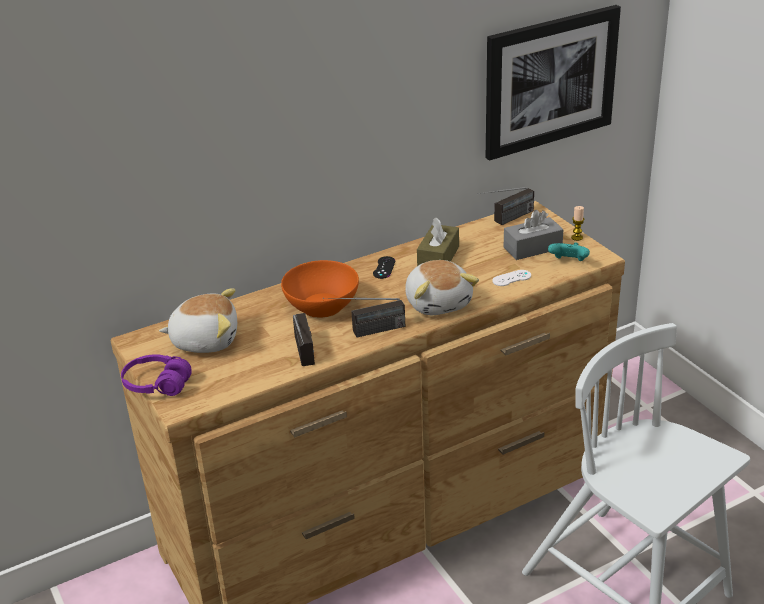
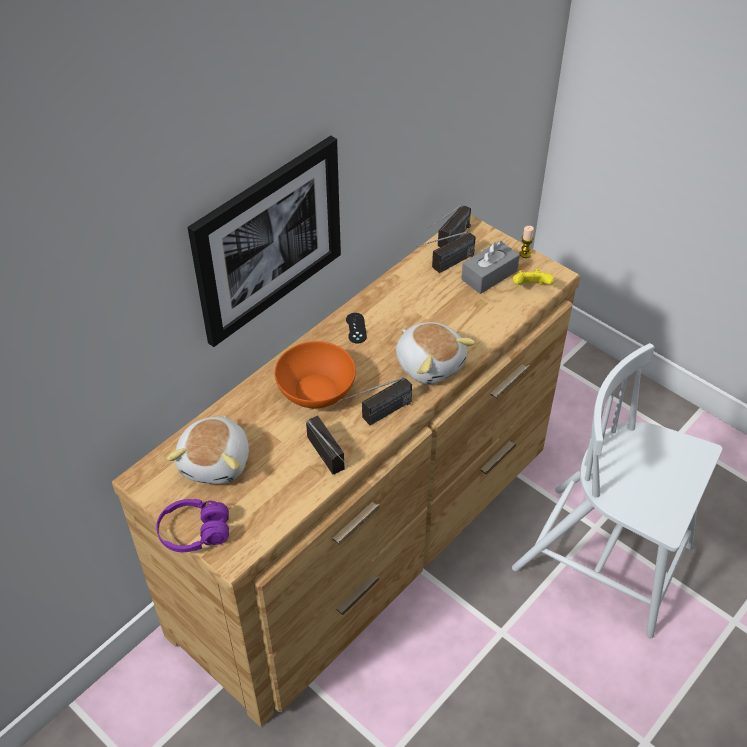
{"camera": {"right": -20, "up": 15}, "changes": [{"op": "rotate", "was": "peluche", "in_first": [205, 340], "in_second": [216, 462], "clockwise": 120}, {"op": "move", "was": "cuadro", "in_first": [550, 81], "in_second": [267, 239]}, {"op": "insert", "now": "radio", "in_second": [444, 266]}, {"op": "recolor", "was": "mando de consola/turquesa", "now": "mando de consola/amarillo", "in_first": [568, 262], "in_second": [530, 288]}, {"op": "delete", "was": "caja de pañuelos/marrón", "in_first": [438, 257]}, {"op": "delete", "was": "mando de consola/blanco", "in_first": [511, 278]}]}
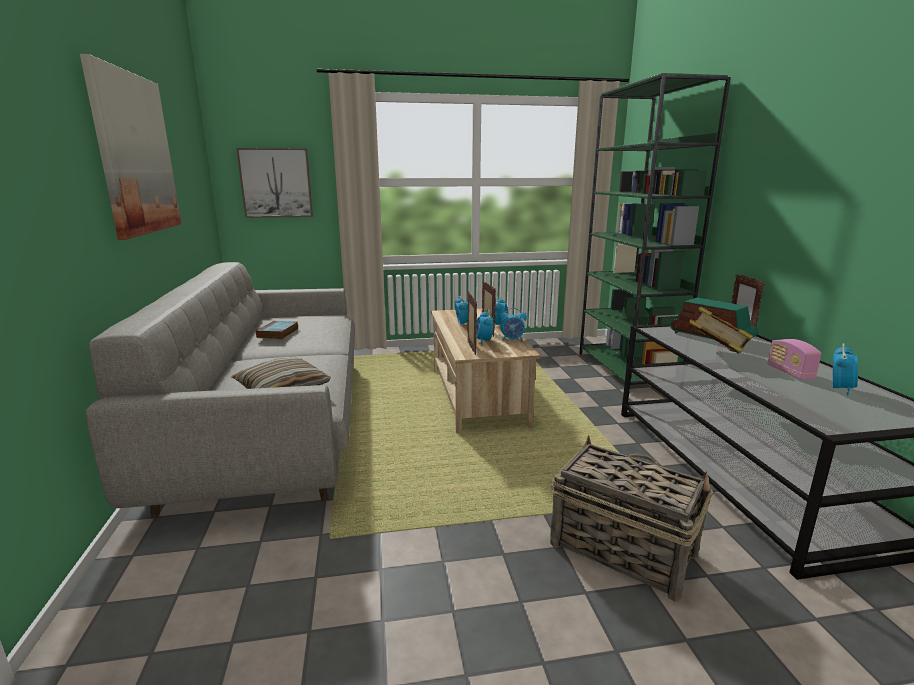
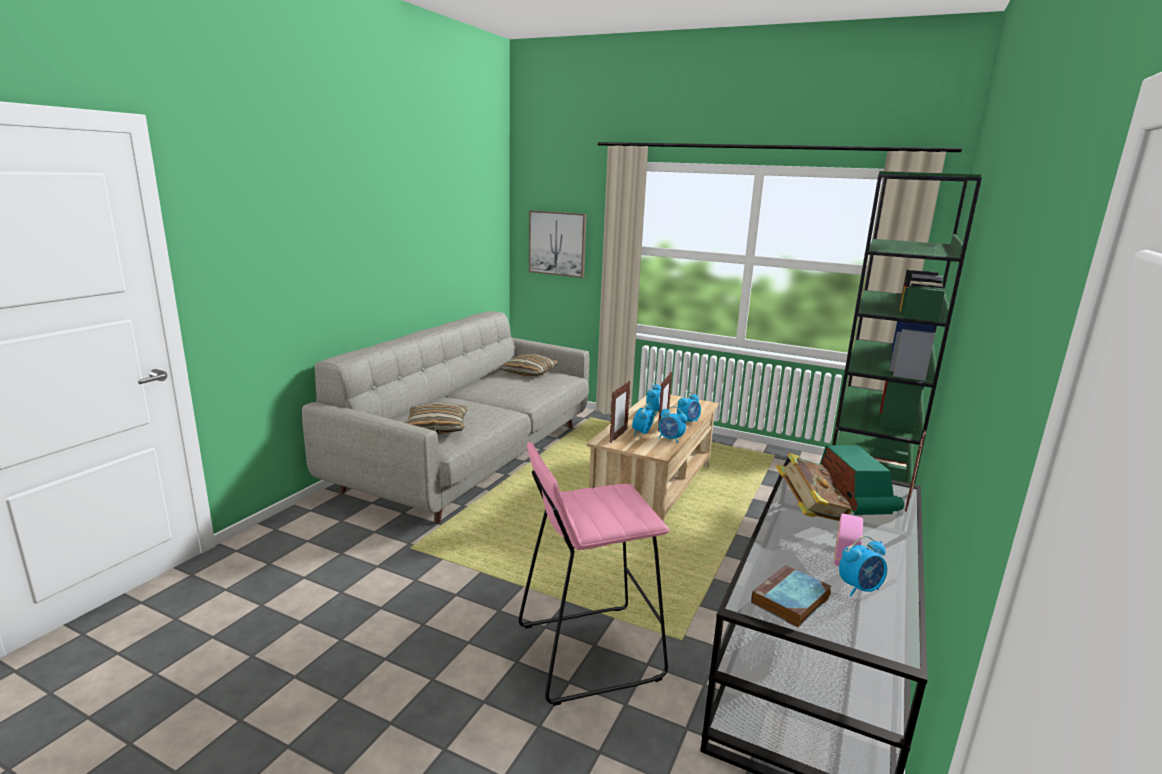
{"camera": {"right": 35, "up": 0}, "changes": [{"op": "insert", "now": "cojín", "in_second": [529, 372]}, {"op": "replace", "was": "cesta", "now": "taburete/rosa", "in_first": [621, 548], "in_second": [587, 651]}, {"op": "move", "was": "libro", "in_first": [278, 333], "in_second": [790, 601]}, {"op": "delete", "was": "cuadro", "in_first": [134, 154]}]}
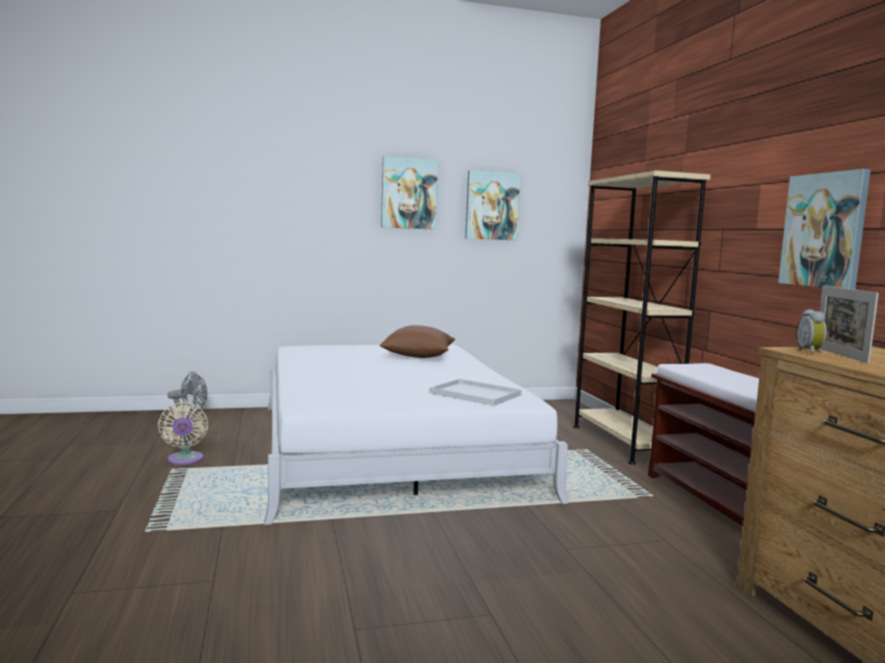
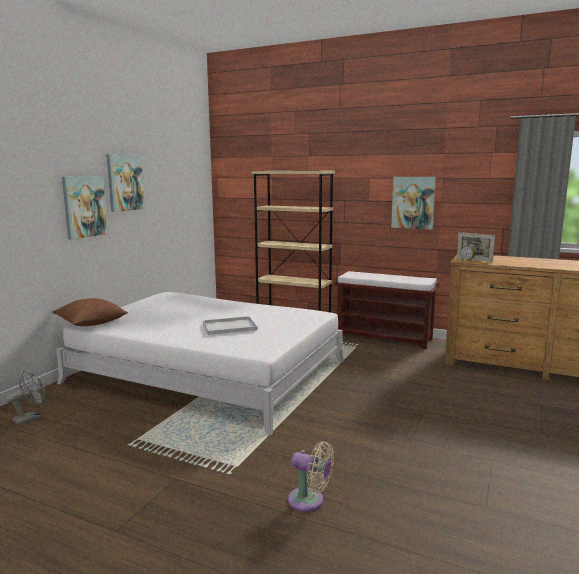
{"camera": {"right": -50, "up": 5}, "changes": [{"op": "move", "was": "cojín/marrón", "in_first": [417, 356], "in_second": [91, 324]}, {"op": "move", "was": "cuadro", "in_first": [492, 206], "in_second": [84, 206]}, {"op": "move", "was": "bandeja/blanco", "in_first": [477, 394], "in_second": [230, 326]}, {"op": "move", "was": "ventilador/beis", "in_first": [185, 460], "in_second": [309, 501]}]}
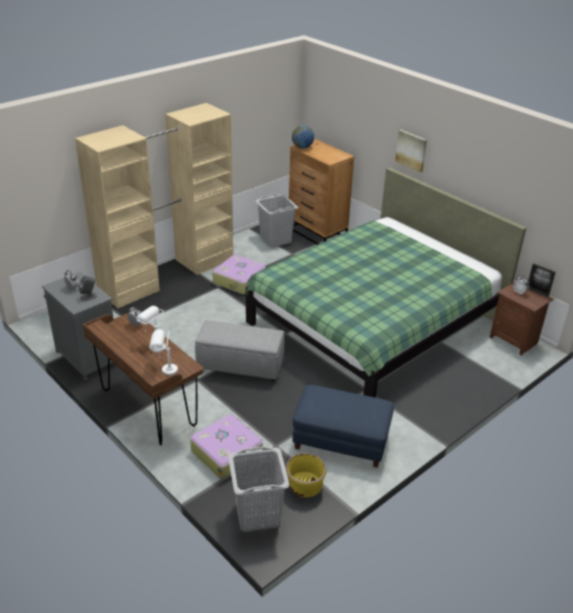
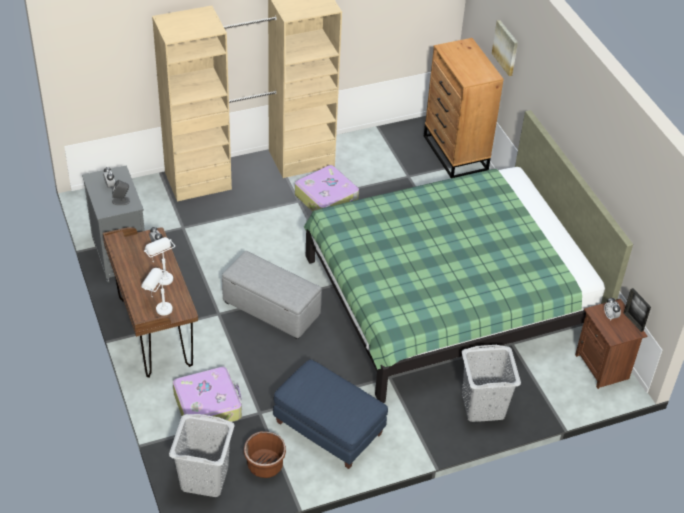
{"camera": {"right": 20, "up": 10}, "changes": [{"op": "recolor", "was": "maceta/amarillo", "now": "maceta/marrón", "in_first": [305, 486], "in_second": [265, 465]}, {"op": "move", "was": "cesto de la ropa/gris", "in_first": [276, 239], "in_second": [483, 406]}, {"op": "move", "was": "cuadro", "in_first": [411, 150], "in_second": [506, 47]}, {"op": "delete", "was": "globo terráqueo", "in_first": [302, 147]}]}
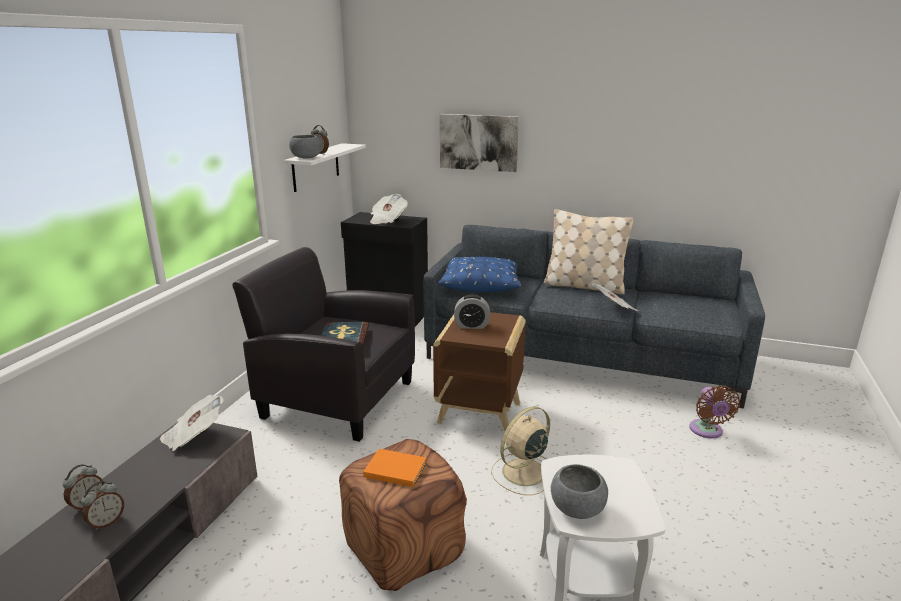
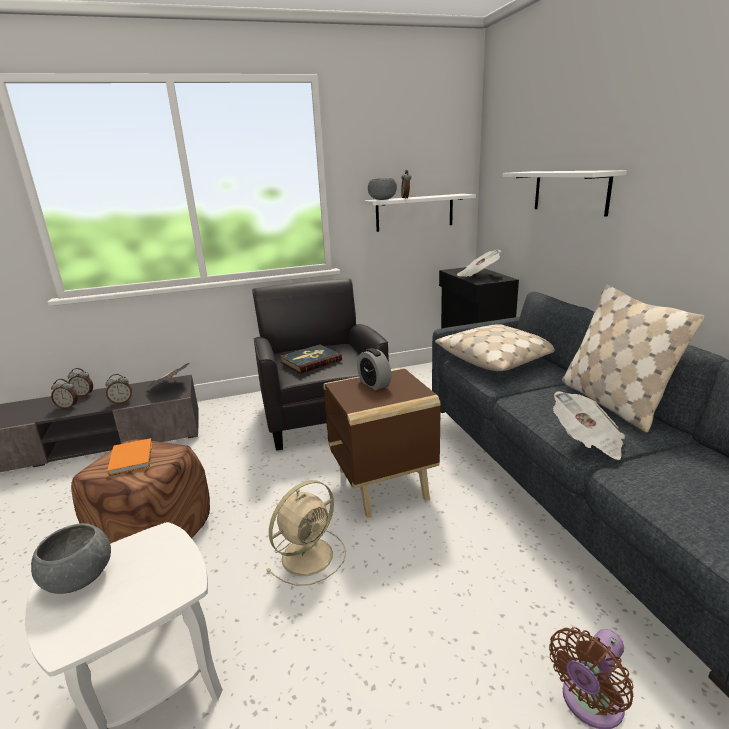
{"camera": {"right": 55, "up": 0}, "changes": [{"op": "insert", "now": "despertador", "in_second": [122, 402]}, {"op": "rotate", "was": "ventilador/beis", "in_first": [522, 473], "in_second": [309, 555], "clockwise": 120}, {"op": "recolor", "was": "cojín/azul", "now": "cojín/beis", "in_first": [480, 283], "in_second": [498, 358]}, {"op": "replace", "was": "cuadro", "now": "estante/blanco", "in_first": [478, 142], "in_second": [570, 191]}]}
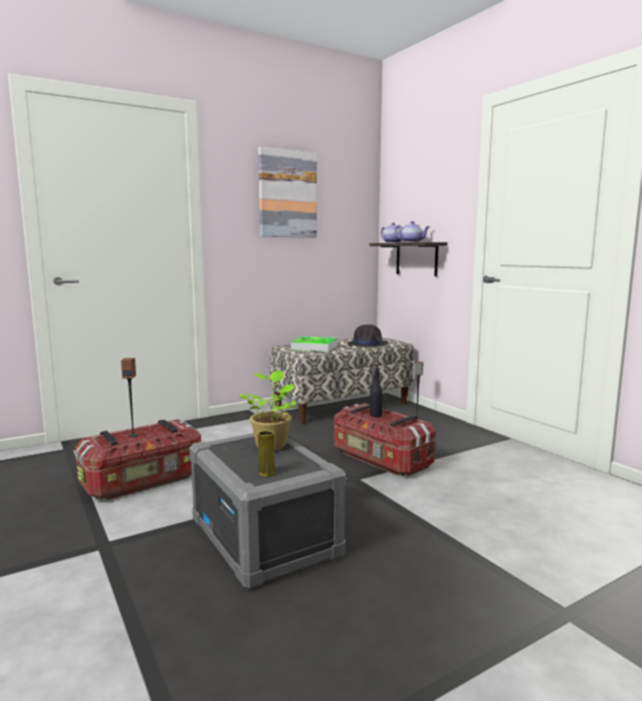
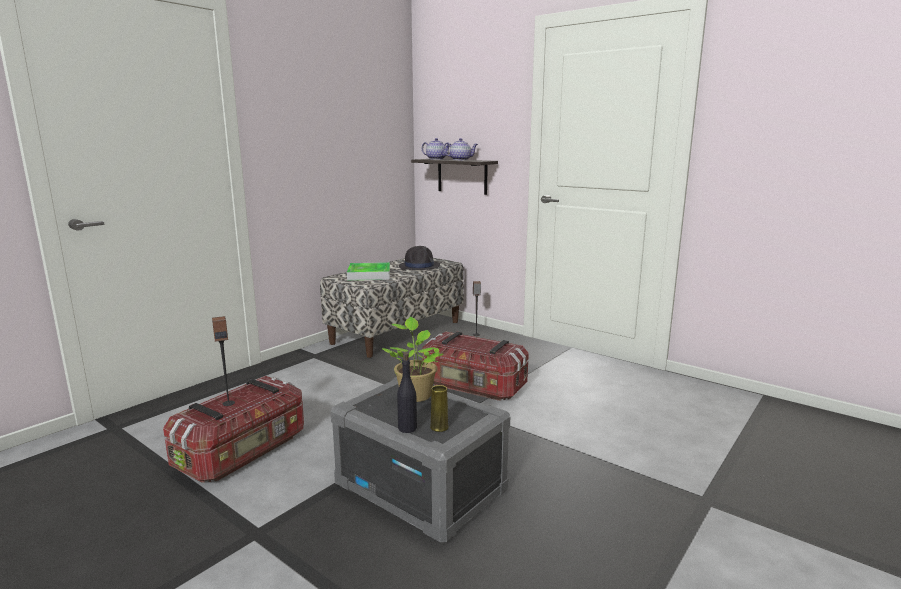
{"camera": {"right": -20, "up": 5}, "changes": [{"op": "move", "was": "botella/negro", "in_first": [376, 415], "in_second": [407, 428]}, {"op": "delete", "was": "cuadro", "in_first": [287, 194]}]}
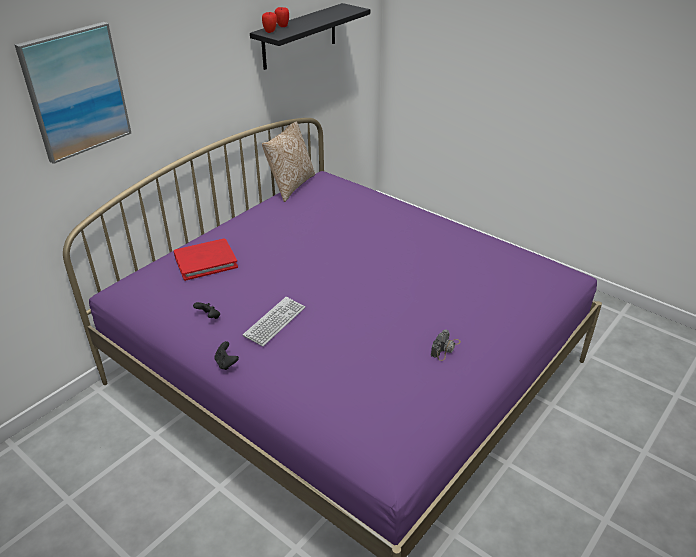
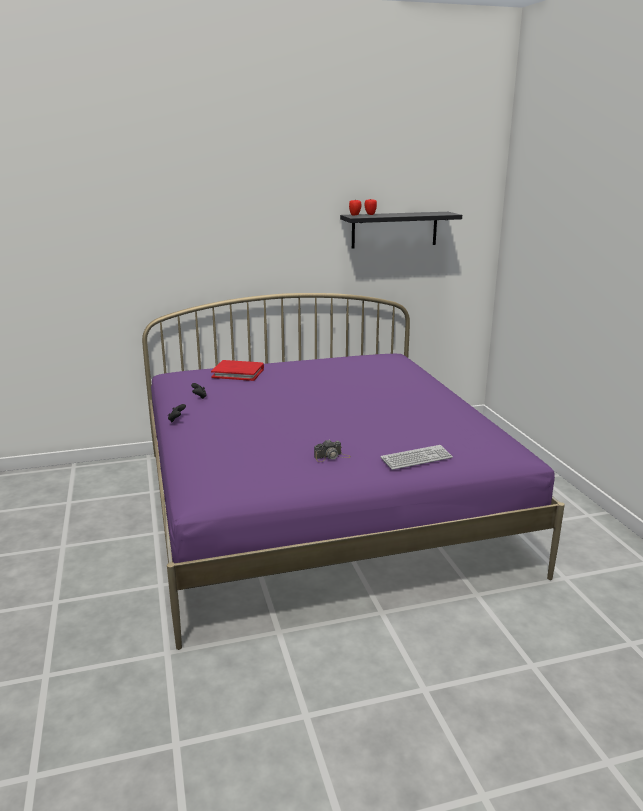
{"camera": {"right": 35, "up": -15}, "changes": [{"op": "move", "was": "teclado", "in_first": [275, 322], "in_second": [416, 458]}, {"op": "delete", "was": "cuadro", "in_first": [76, 92]}, {"op": "delete", "was": "cojín", "in_first": [290, 186]}]}
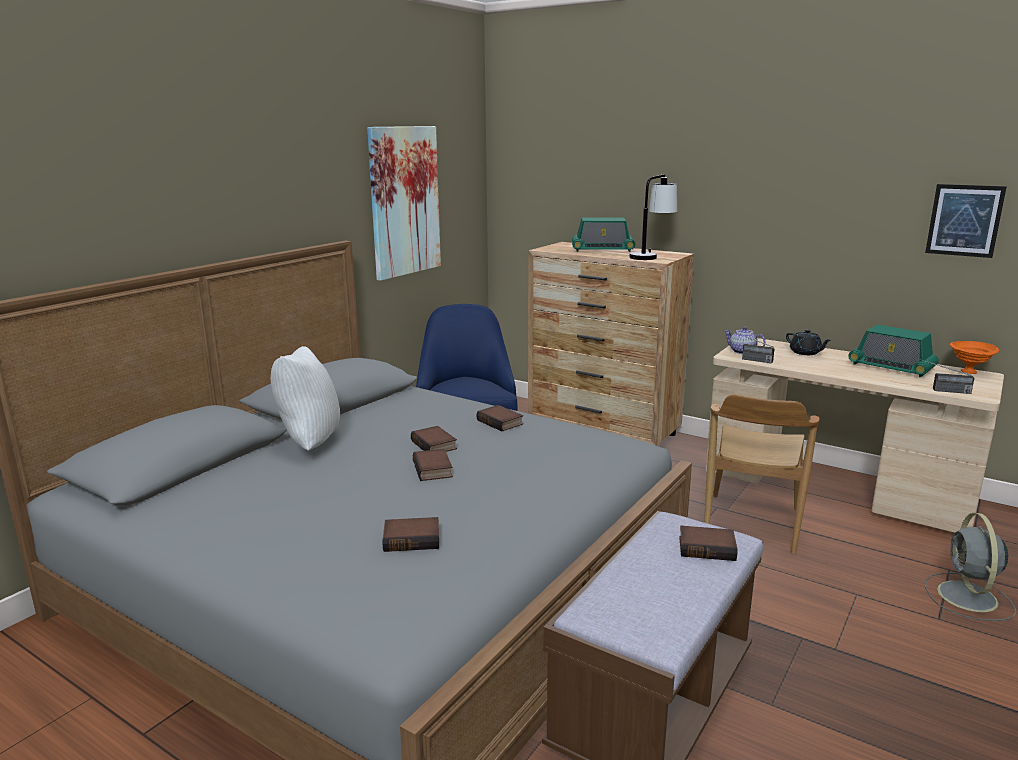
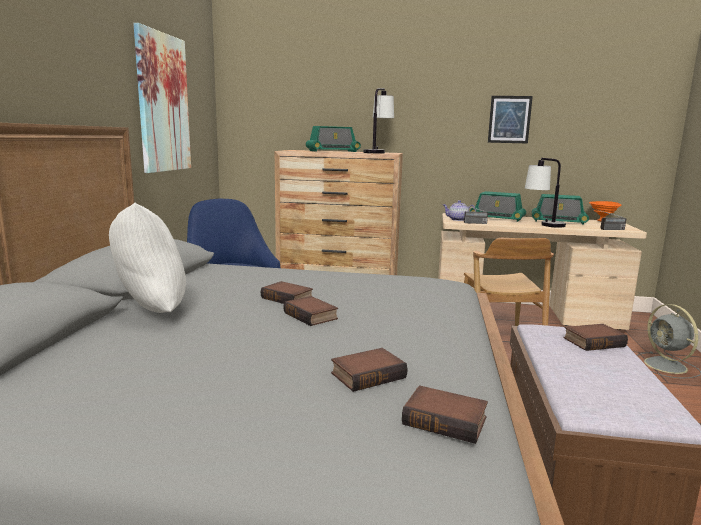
{"camera": {"right": -25, "up": -5}, "changes": [{"op": "move", "was": "libro", "in_first": [501, 422], "in_second": [446, 420]}, {"op": "replace", "was": "tetera/negro", "now": "radio", "in_first": [805, 353], "in_second": [497, 218]}, {"op": "move", "was": "cuadro", "in_first": [964, 220], "in_second": [509, 119]}, {"op": "insert", "now": "lámpara de mesa", "in_second": [543, 225]}]}
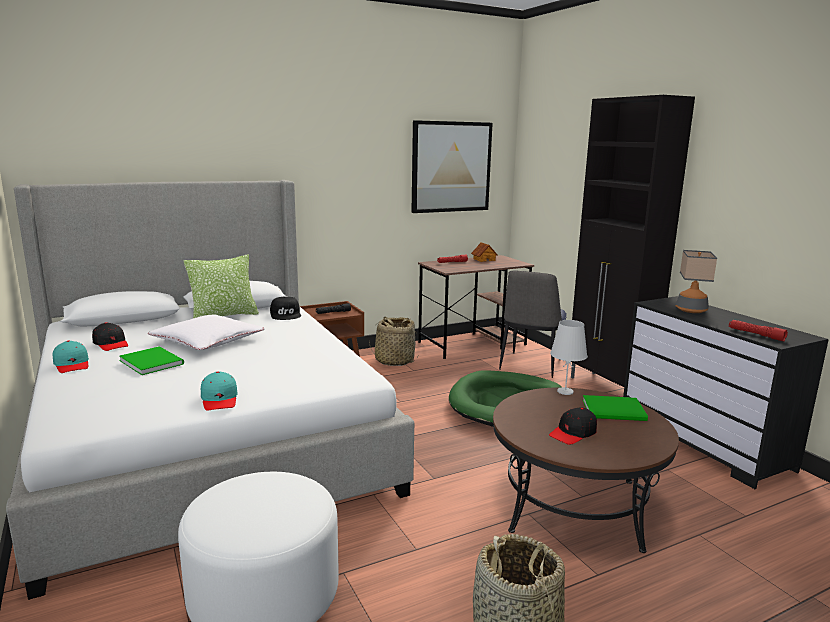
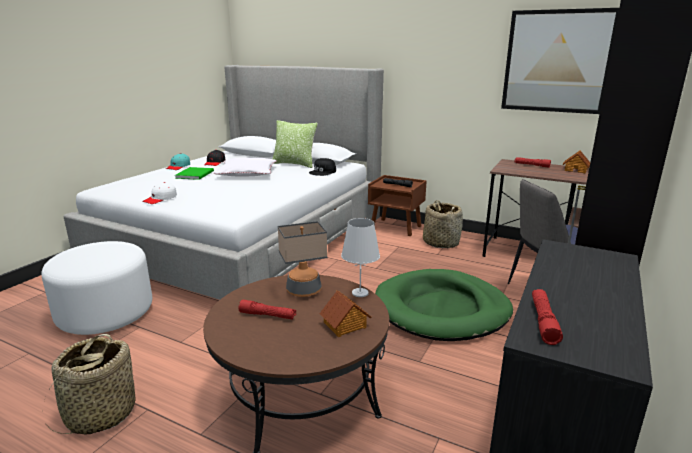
{"camera": {"right": 55, "up": 5}, "changes": [{"op": "recolor", "was": "gorra/turquesa", "now": "gorra/blanco", "in_first": [219, 399], "in_second": [160, 199]}, {"op": "replace", "was": "gorra/negro", "now": "linterna/rojo", "in_first": [573, 433], "in_second": [267, 315]}, {"op": "move", "was": "lámpara de mesa", "in_first": [691, 310], "in_second": [304, 291]}, {"op": "replace", "was": "libro/verde", "now": "casita", "in_first": [615, 411], "in_second": [345, 325]}]}
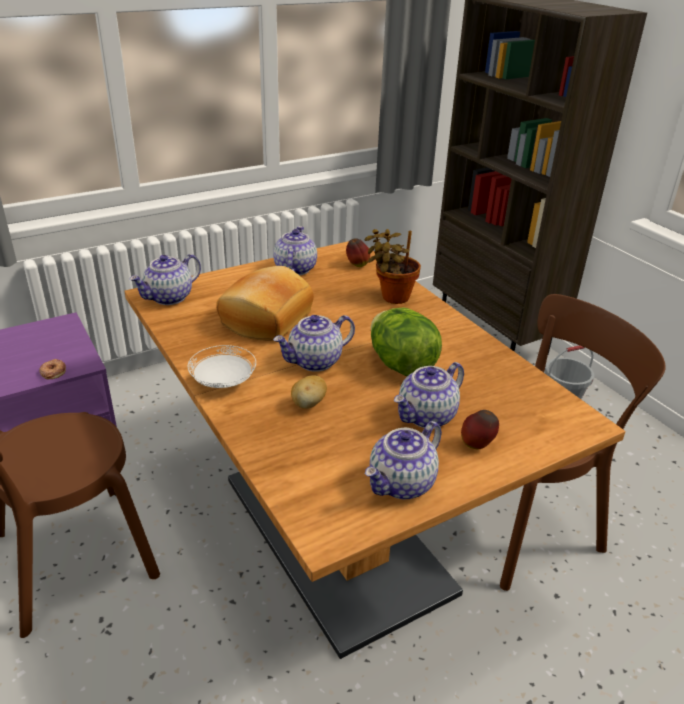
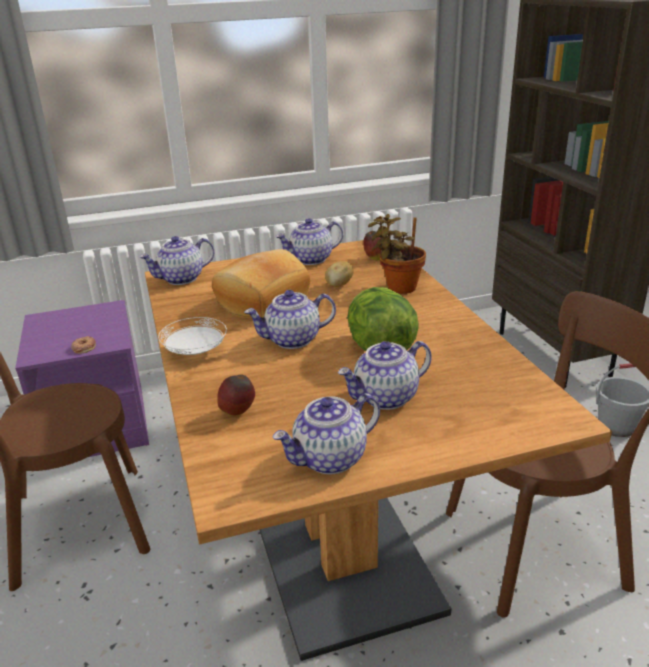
{"camera": {"right": 15, "up": -5}, "changes": [{"op": "move", "was": "manzana", "in_first": [477, 445], "in_second": [238, 413]}, {"op": "rotate", "was": "tetera", "in_first": [294, 269], "in_second": [311, 259], "clockwise": -135}, {"op": "move", "was": "patata", "in_first": [308, 404], "in_second": [339, 285]}]}
